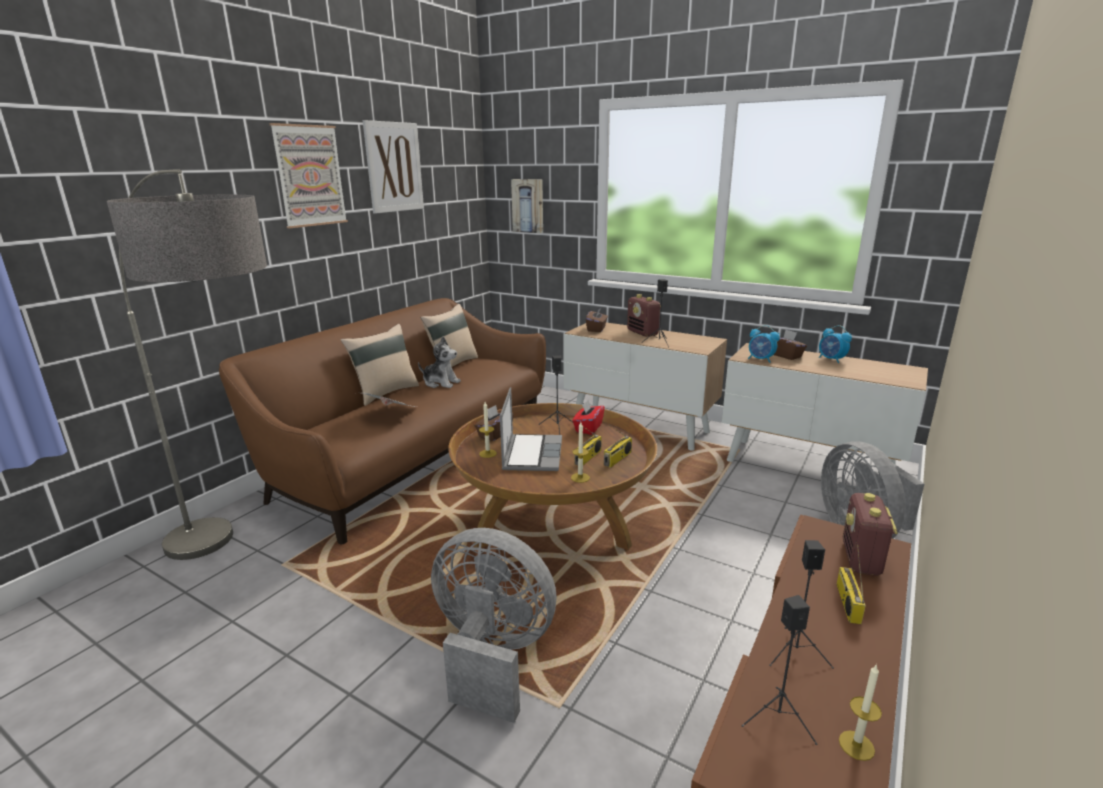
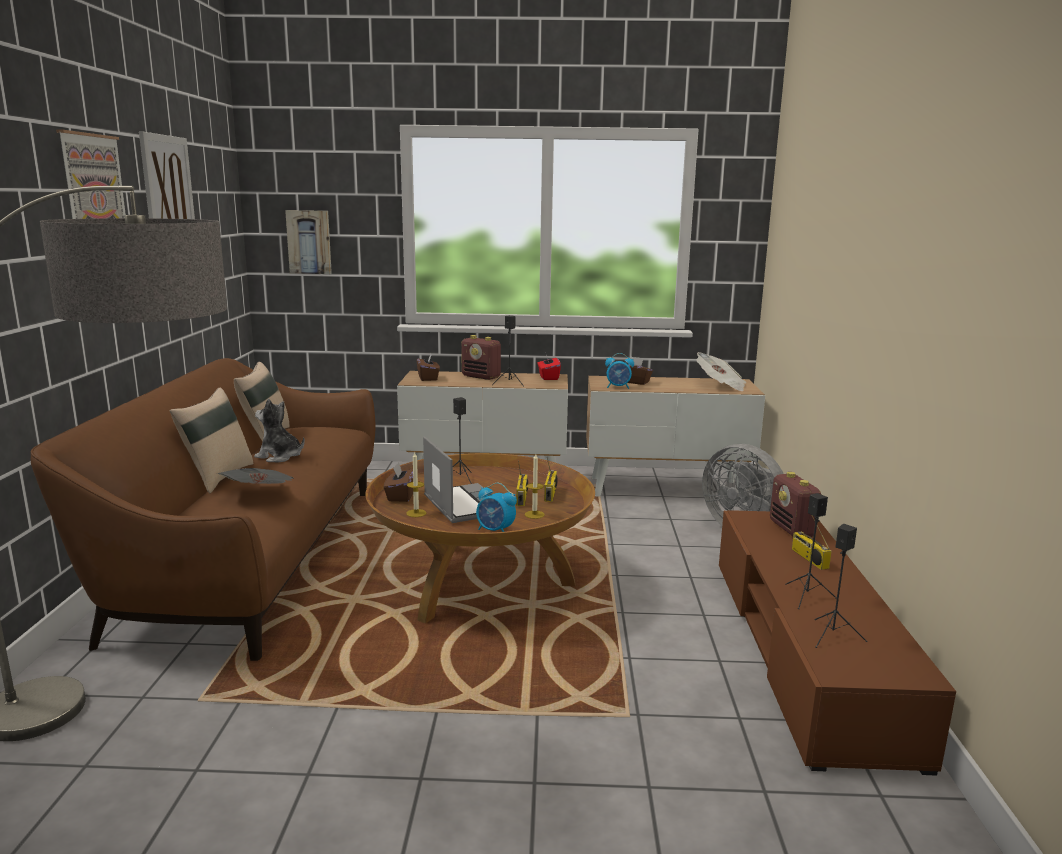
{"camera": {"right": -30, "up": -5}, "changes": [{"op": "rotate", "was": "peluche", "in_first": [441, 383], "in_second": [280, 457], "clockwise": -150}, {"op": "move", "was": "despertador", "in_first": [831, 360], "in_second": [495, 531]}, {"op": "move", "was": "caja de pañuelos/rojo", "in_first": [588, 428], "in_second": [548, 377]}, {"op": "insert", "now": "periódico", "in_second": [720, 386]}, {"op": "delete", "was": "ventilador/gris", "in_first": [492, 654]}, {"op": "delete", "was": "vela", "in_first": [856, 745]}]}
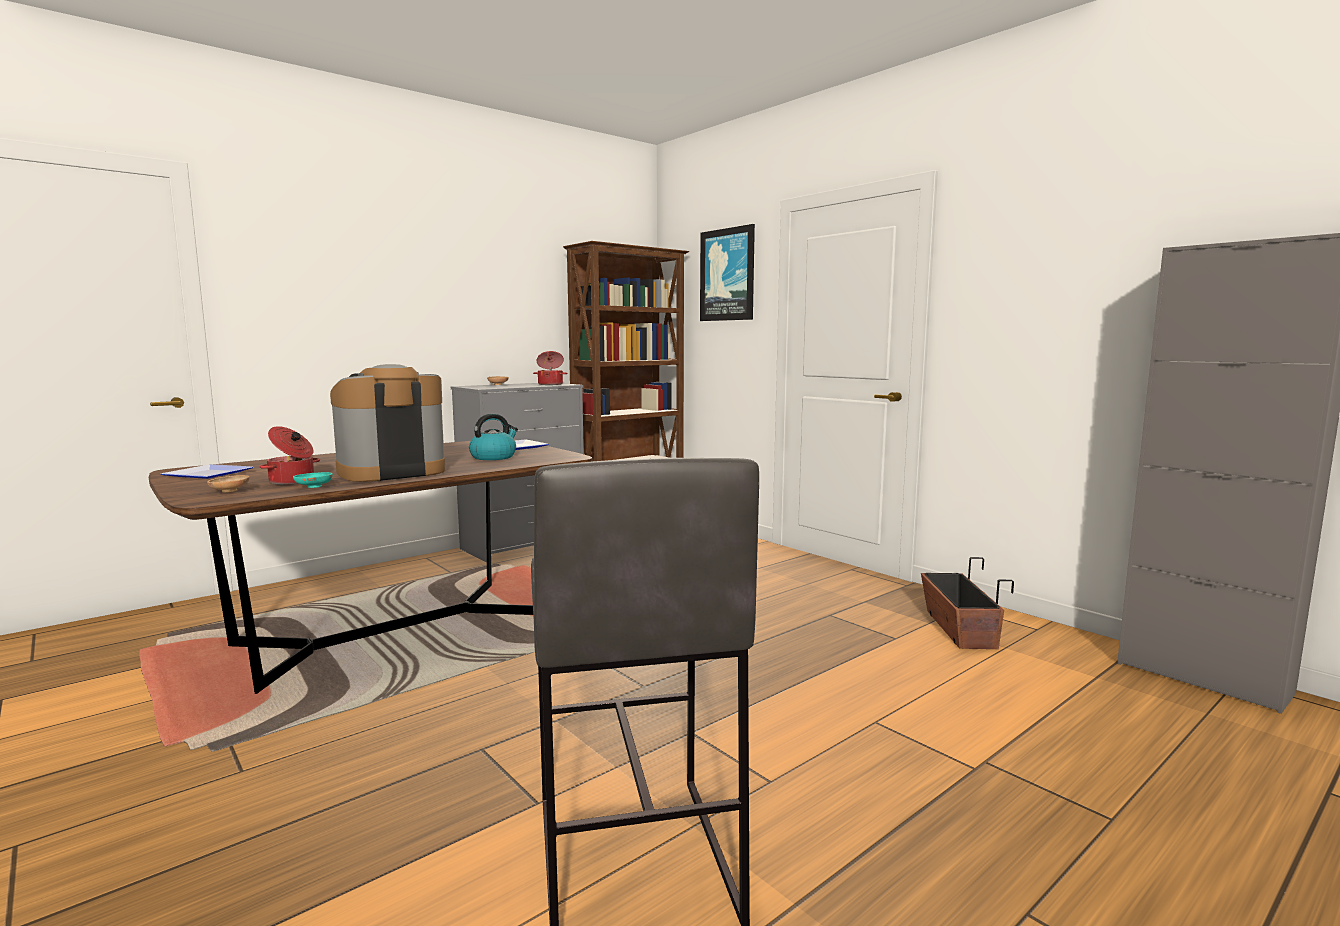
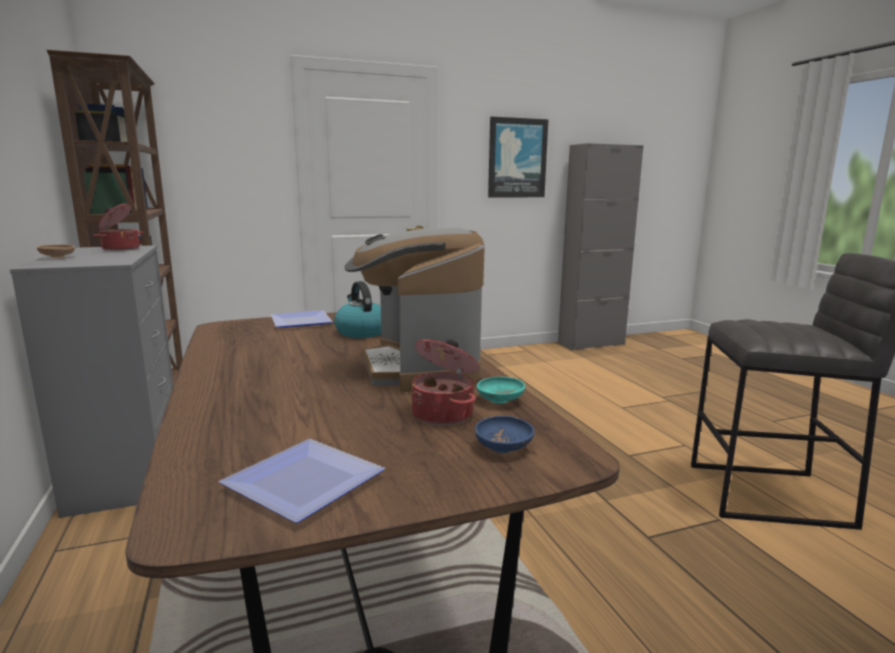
{"camera": {"right": -70, "up": 5}, "changes": [{"op": "recolor", "was": "cuenco/marrón", "now": "cuenco/azul", "in_first": [229, 491], "in_second": [503, 448]}, {"op": "move", "was": "cuadro", "in_first": [727, 275], "in_second": [517, 158]}, {"op": "delete", "was": "maceta", "in_first": [958, 629]}]}
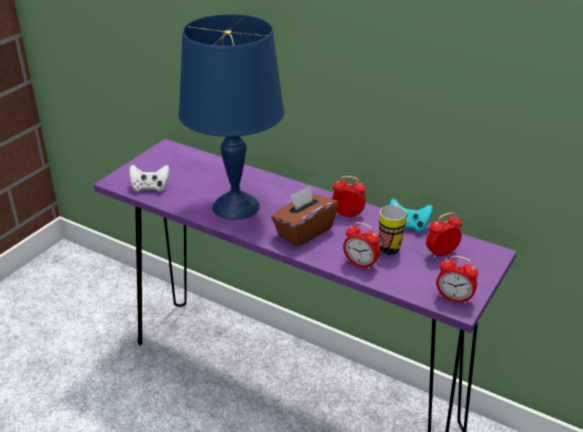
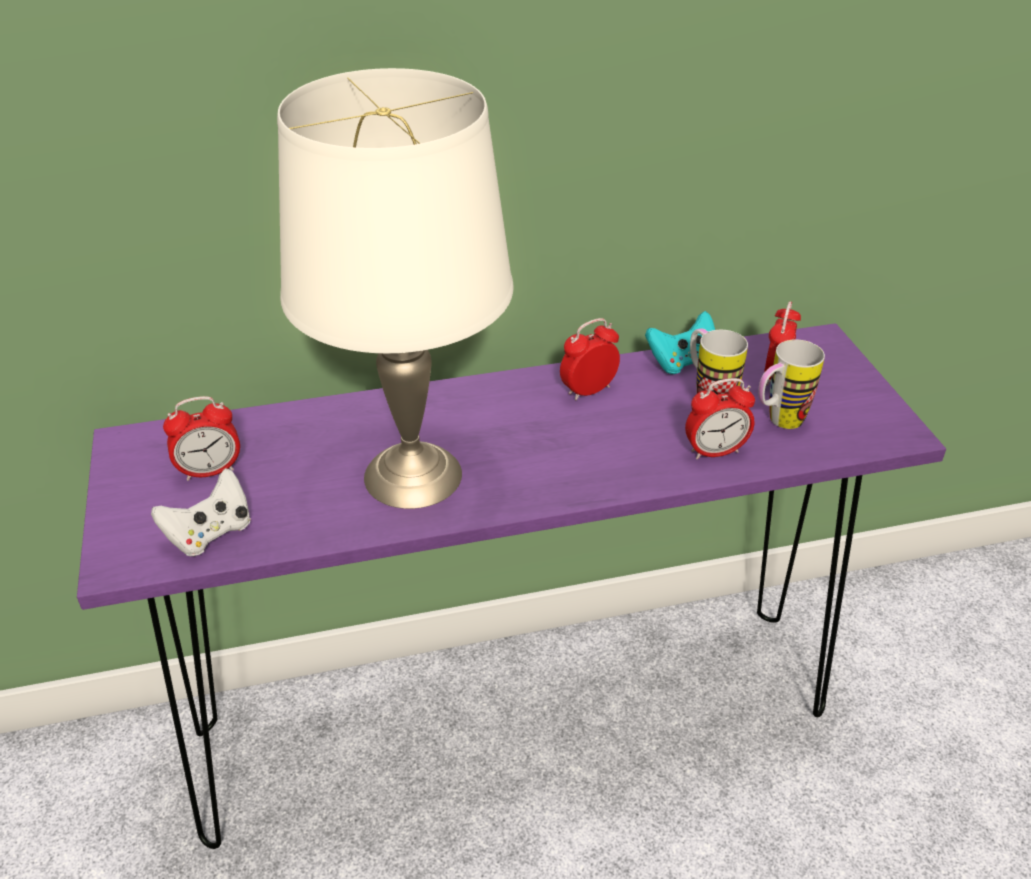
{"camera": {"right": -45, "up": 5}, "changes": [{"op": "move", "was": "despertador", "in_first": [454, 298], "in_second": [210, 471]}, {"op": "recolor", "was": "lámpara de mesa/azul", "now": "lámpara de mesa/blanco", "in_first": [236, 206], "in_second": [414, 474]}, {"op": "insert", "now": "taza grande", "in_second": [777, 423]}, {"op": "delete", "was": "caja de pañuelos/marrón", "in_first": [304, 231]}]}
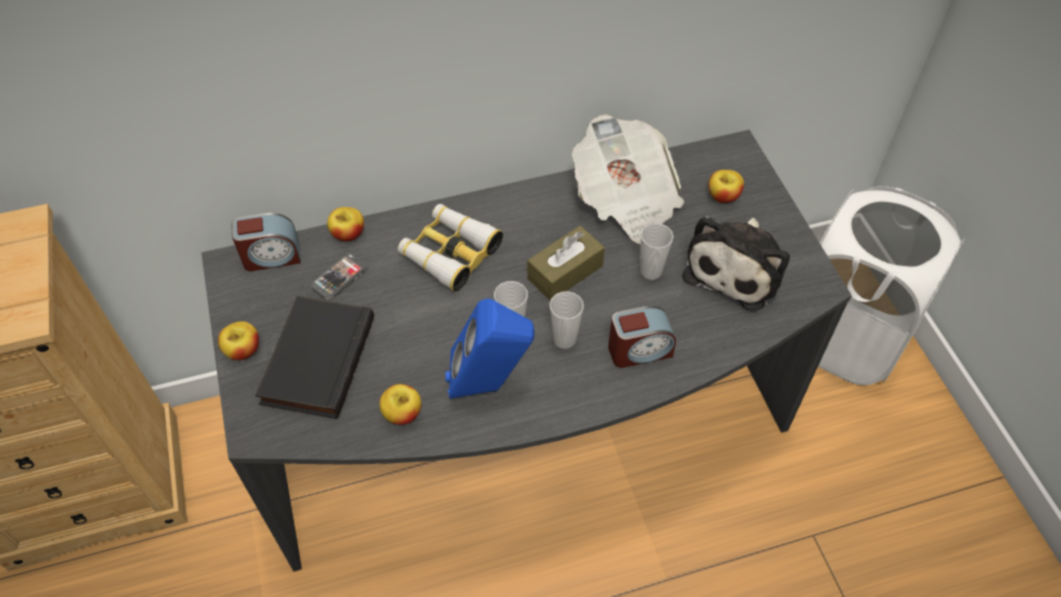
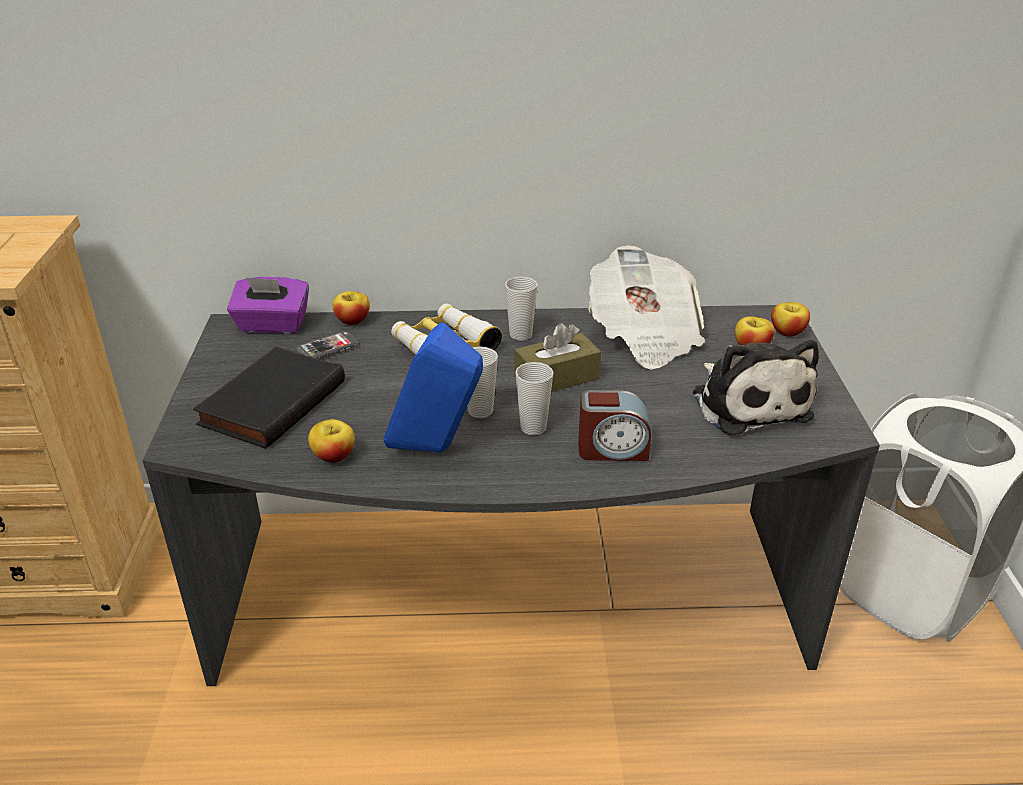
{"camera": {"right": 15, "up": -20}, "changes": [{"op": "replace", "was": "despertador", "now": "caja de pañuelos/morado", "in_first": [271, 256], "in_second": [272, 325]}, {"op": "move", "was": "taza", "in_first": [651, 271], "in_second": [520, 335]}, {"op": "rotate", "was": "peluche", "in_first": [737, 268], "in_second": [748, 402], "clockwise": -60}, {"op": "move", "was": "manzana", "in_first": [243, 350], "in_second": [787, 332]}]}
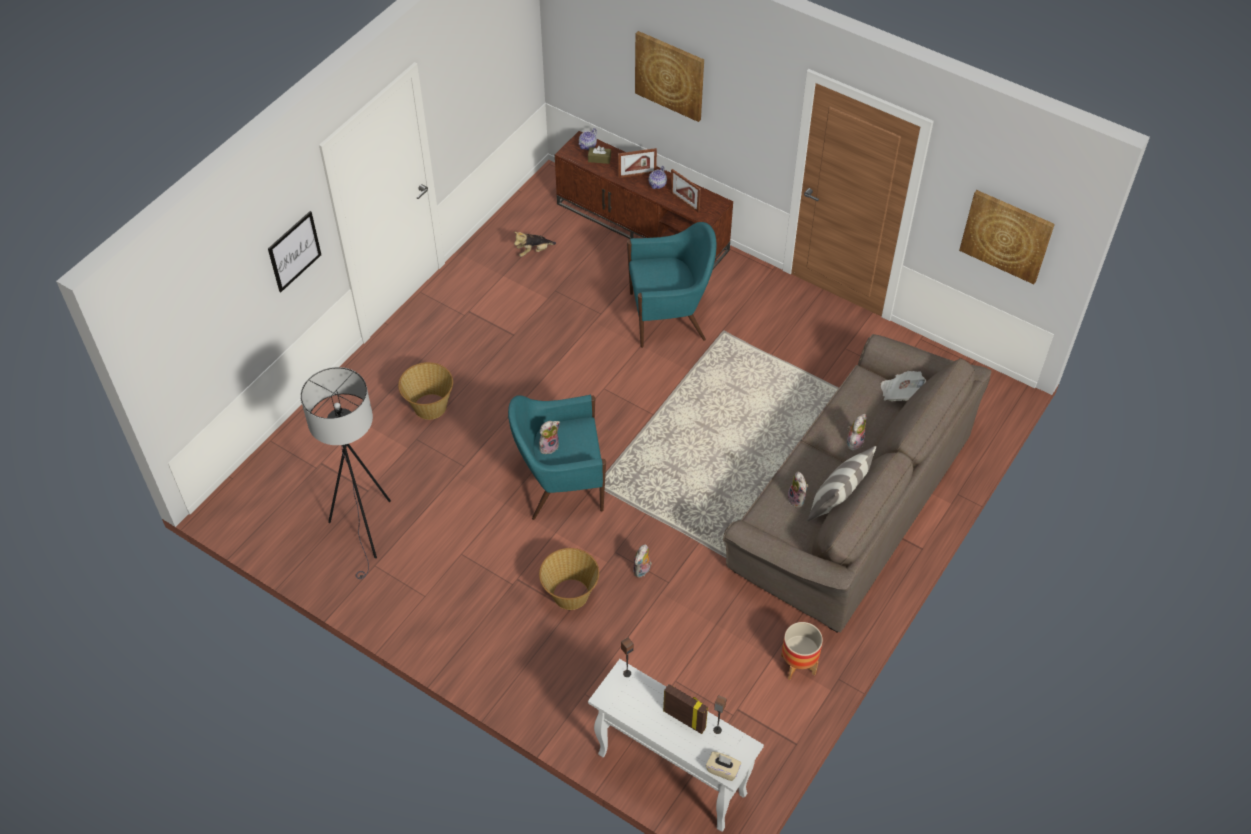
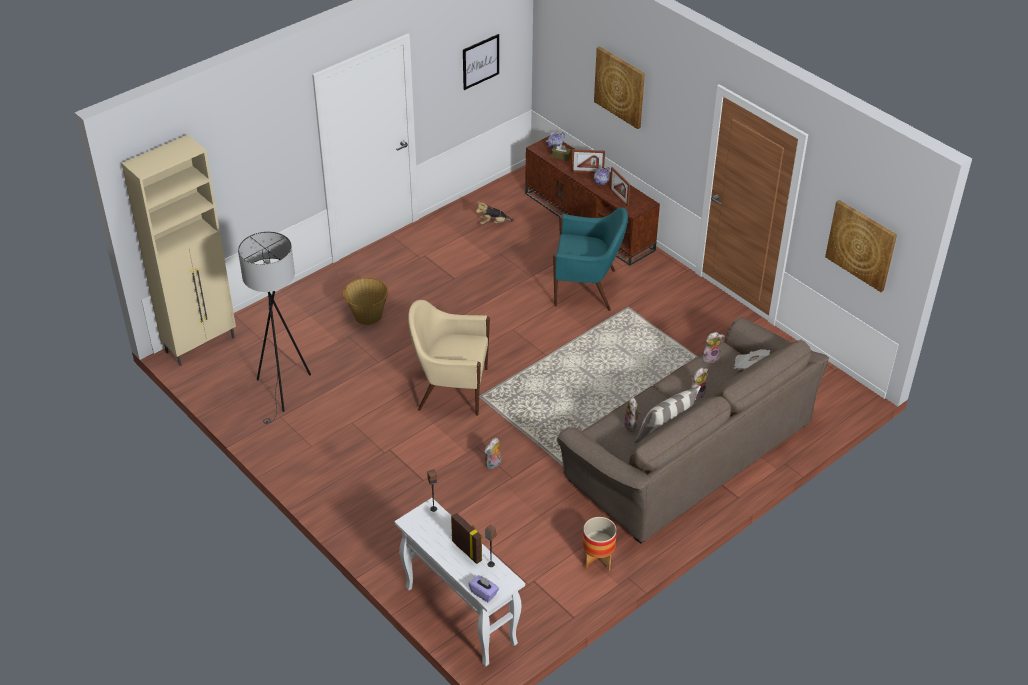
{"camera": {"right": 15, "up": -10}, "changes": [{"op": "insert", "now": "armario/beis", "in_second": [201, 344]}, {"op": "recolor", "was": "sillón/turquesa", "now": "sillón/beis", "in_first": [560, 483], "in_second": [451, 389]}, {"op": "move", "was": "cuadro", "in_first": [294, 251], "in_second": [480, 61]}, {"op": "recolor", "was": "caja de pañuelos/beis", "now": "caja de pañuelos/morado", "in_first": [723, 770], "in_second": [484, 593]}, {"op": "move", "was": "peluche", "in_first": [549, 446], "in_second": [711, 357]}, {"op": "delete", "was": "cesta", "in_first": [570, 595]}]}
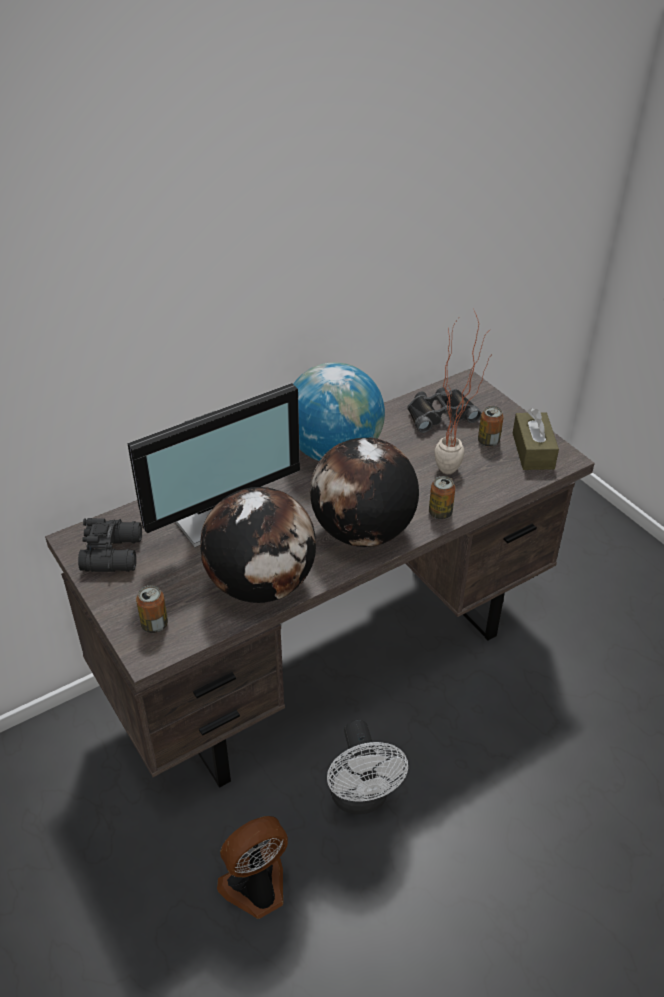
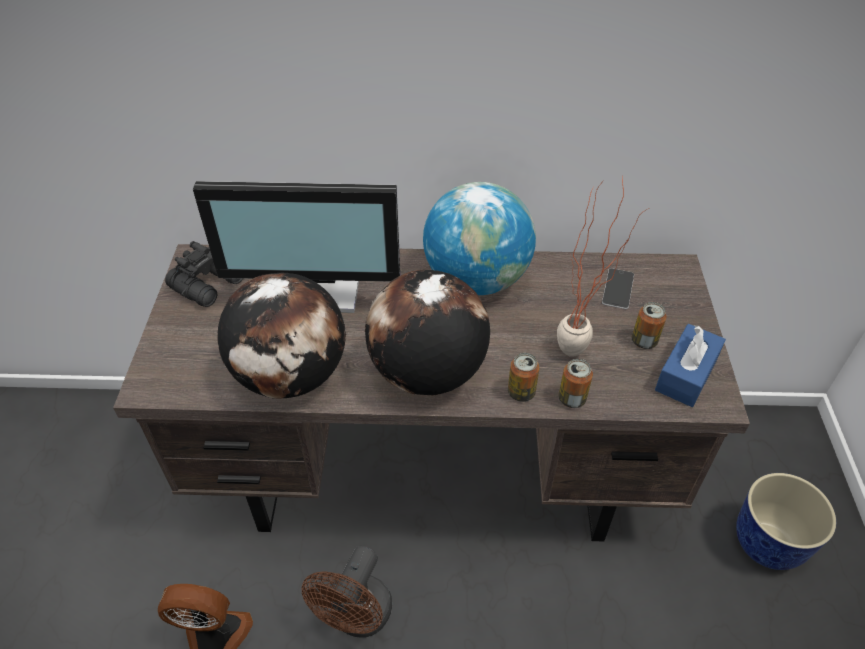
{"camera": {"right": 35, "up": 5}, "changes": [{"op": "recolor", "was": "ventilador/blanco", "now": "ventilador/marrón", "in_first": [361, 798], "in_second": [357, 618]}, {"op": "move", "was": "lata", "in_first": [154, 624], "in_second": [572, 399]}, {"op": "replace", "was": "prismáticos/negro", "now": "móvil", "in_first": [440, 414], "in_second": [618, 288]}, {"op": "recolor", "was": "caja de pañuelos/marrón", "now": "caja de pañuelos/azul", "in_first": [533, 451], "in_second": [686, 374]}, {"op": "insert", "now": "maceta", "in_second": [768, 543]}]}
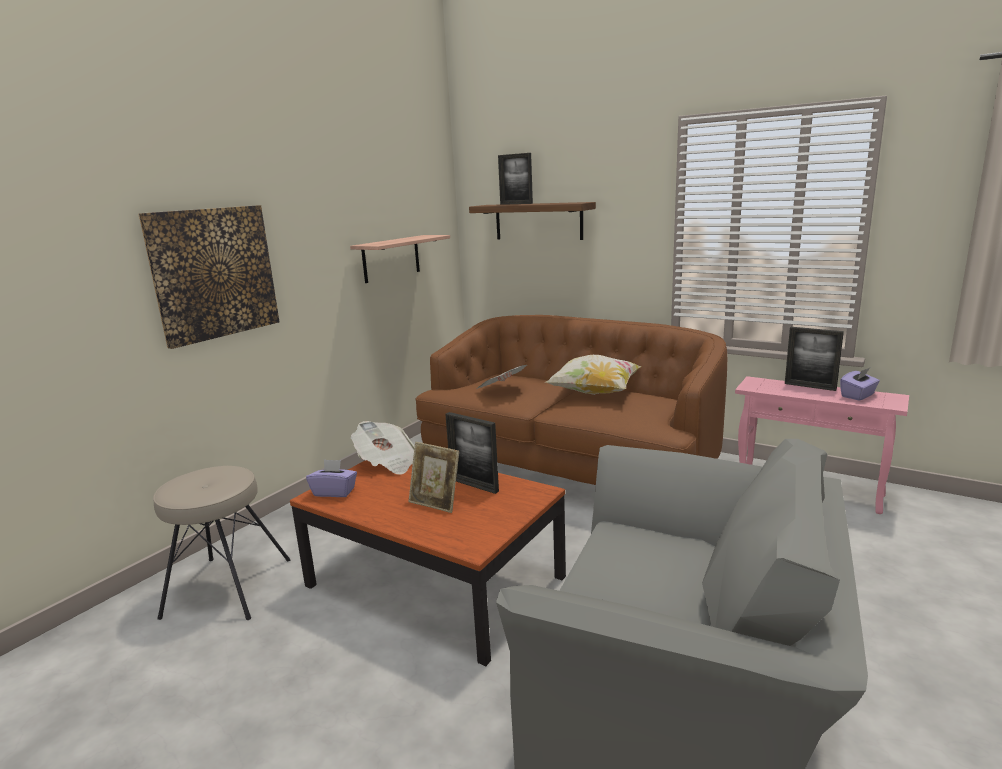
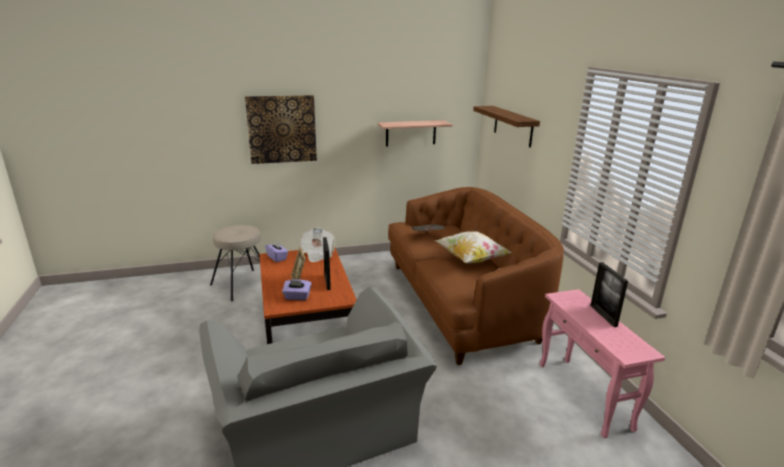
{"camera": {"right": 40, "up": 5}, "changes": [{"op": "move", "was": "caja de pañuelos/morado", "in_first": [858, 395], "in_second": [297, 297]}, {"op": "delete", "was": "portarretratos", "in_first": [516, 204]}]}
